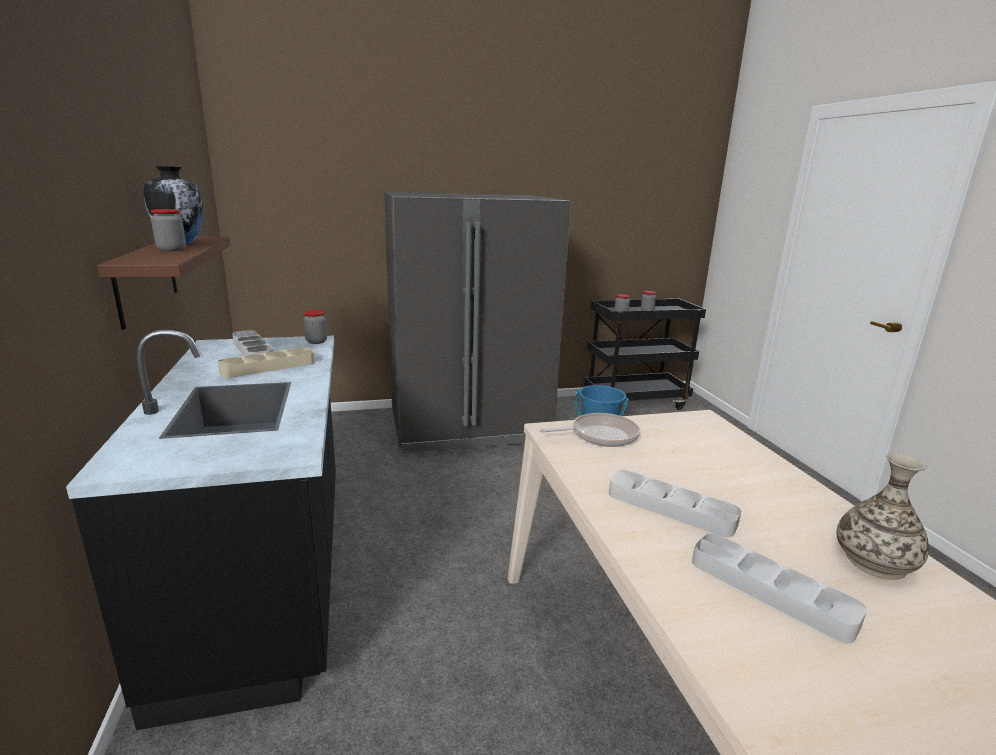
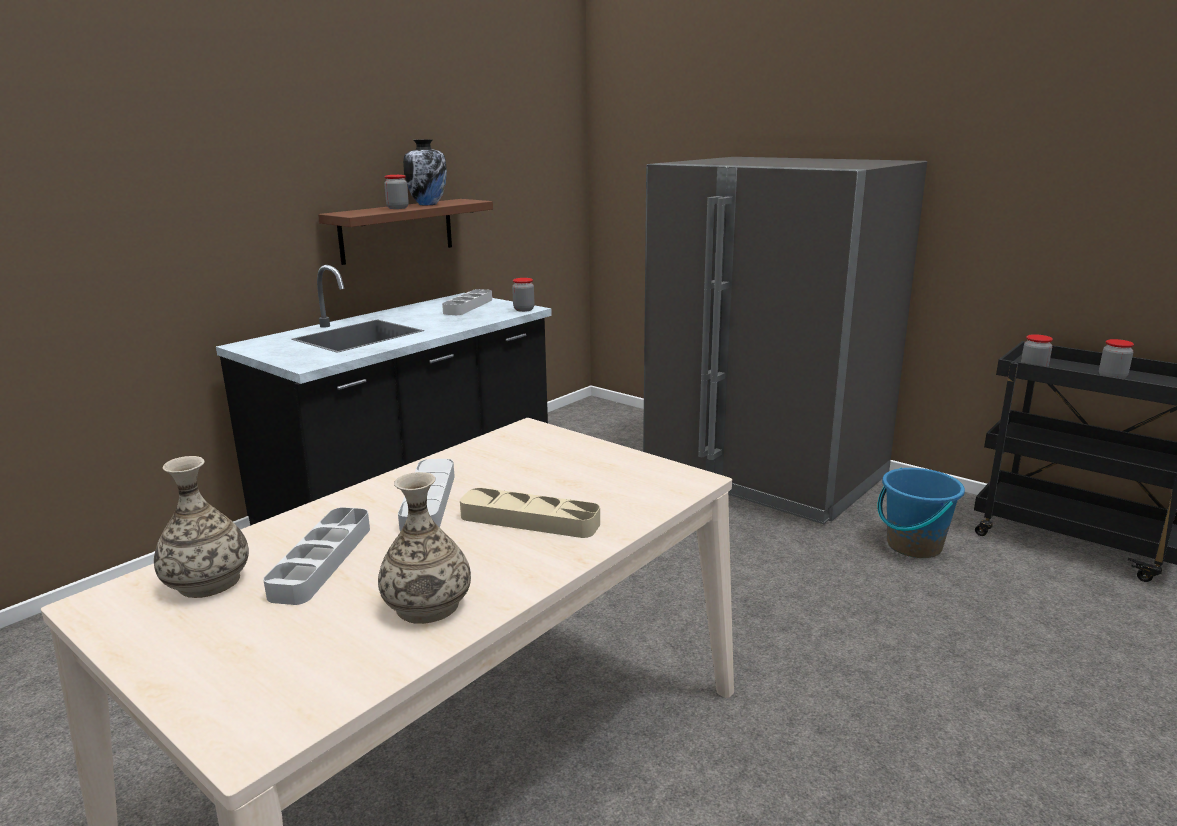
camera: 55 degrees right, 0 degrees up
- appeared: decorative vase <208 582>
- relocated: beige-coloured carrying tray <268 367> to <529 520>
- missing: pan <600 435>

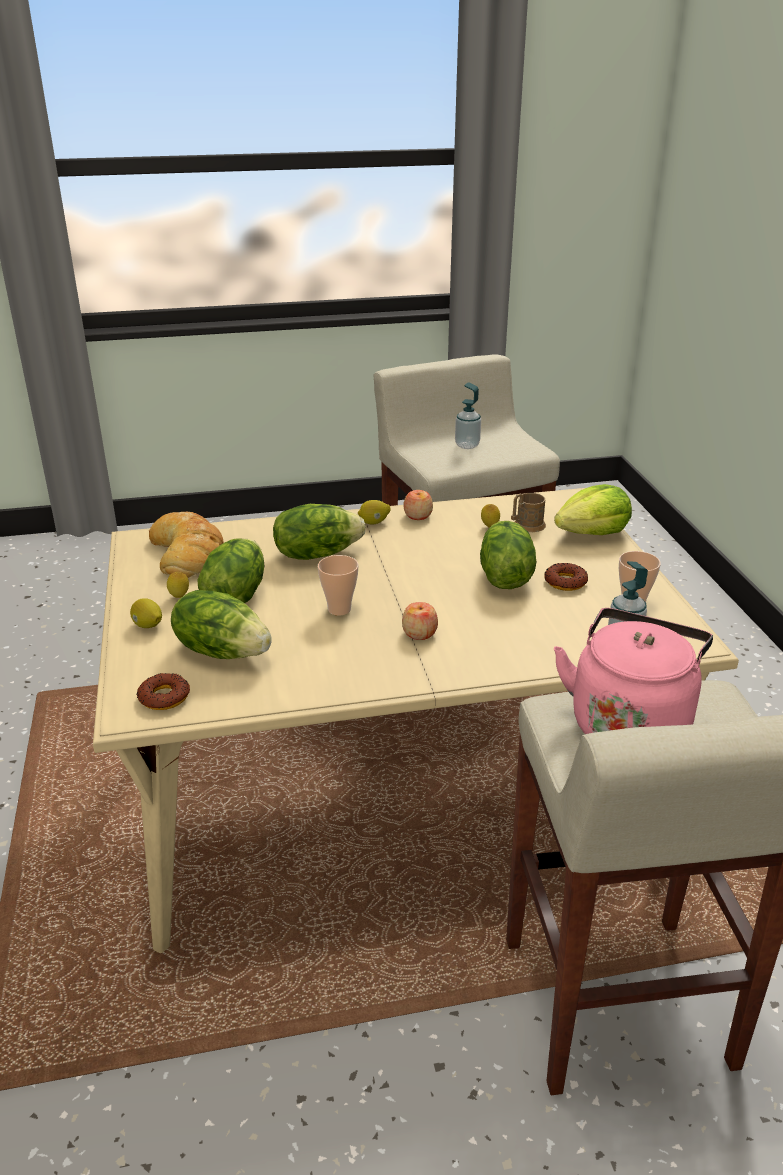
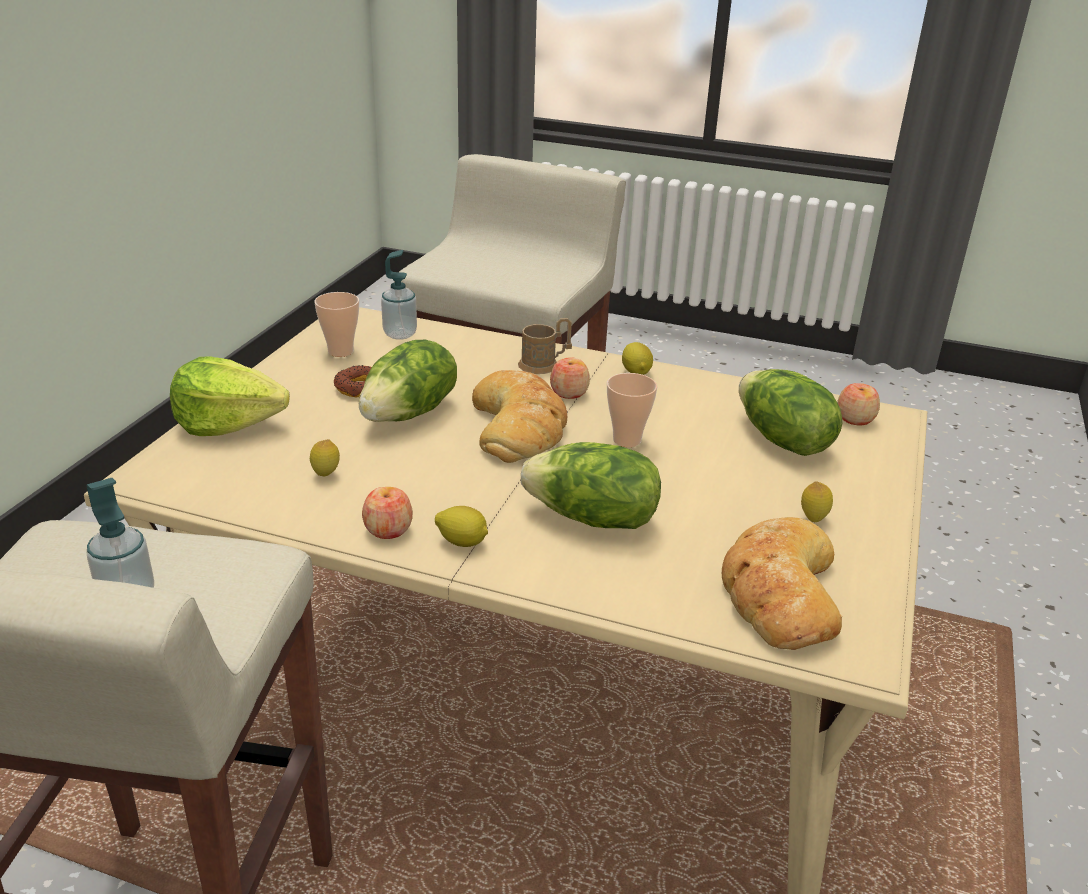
camera: 150 degrees left, 0 degrees up
- appeared: bread <519 425>
- relocated: brownish coffee mug <526 526> to <544 364>
- relocated: lemon <148 626> to <636 372>
- exchanged: doughnut <164 697> to apple fruit <855 419>
- missing: head of lettuce <235 596>
- missing: pink water kettle <629 722>

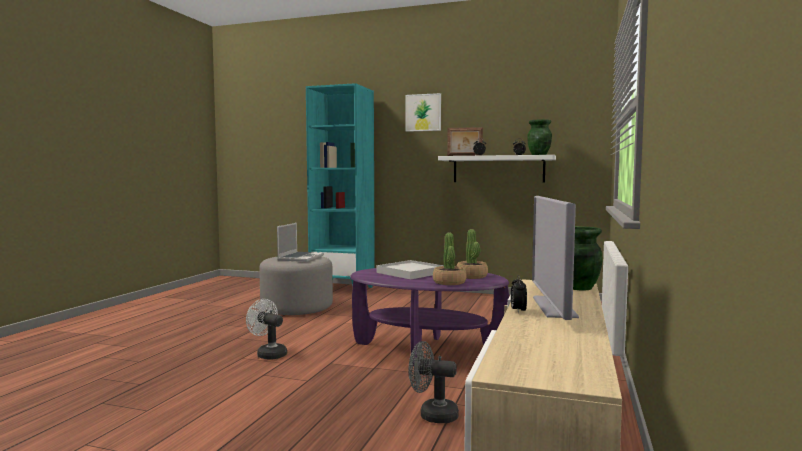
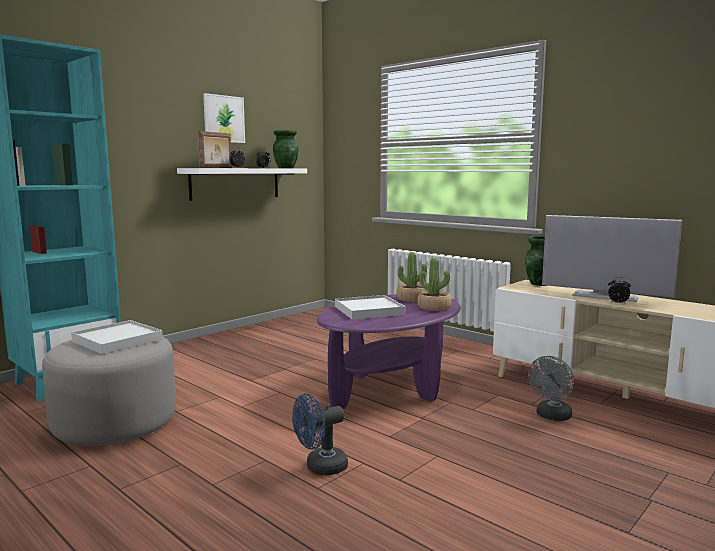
camera: 65 degrees left, 5 degrees up
- exchanged: notebook computer <300 258> to whitish carrying tray <117 340>
- relocated: wall art <423 112> to <224 119>
- colour: whitish cooling fan <268 354> to blue-coloured cooling fan <320 468>

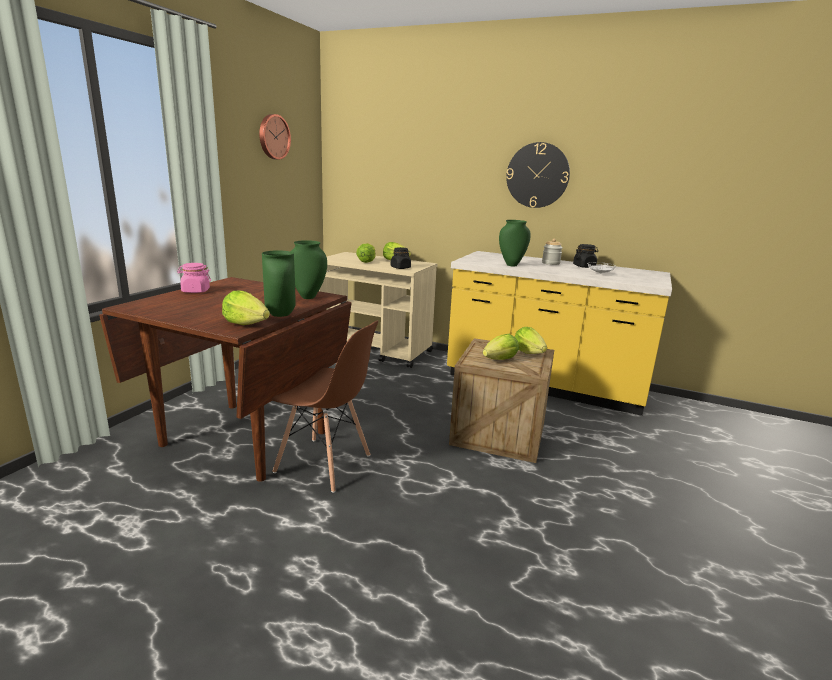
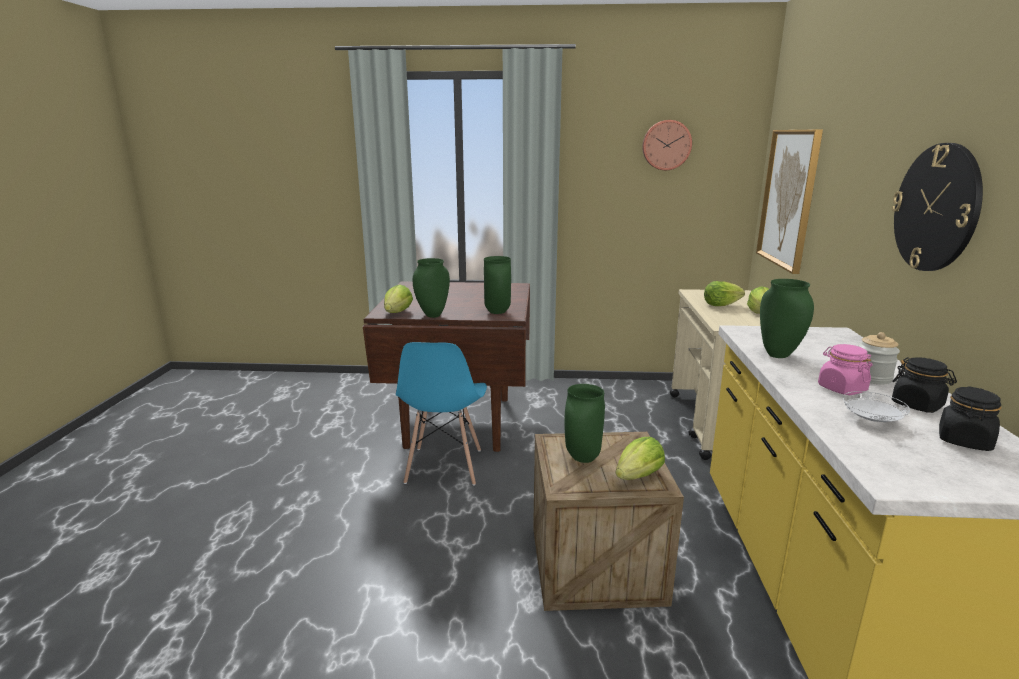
camera: 70 degrees right, 0 degrees up
- colour: brownish plain chair <323 464> to blue-coloured plain chair <443 466>
- exchanged: head of lettuce <500 360> to green-coloured decorative vase <583 458>
- appeared: wall art <788 198>
- relocated: pink storage jar <195 291> to <841 389>
- relocated: black storage jar <400 268> to <964 441>

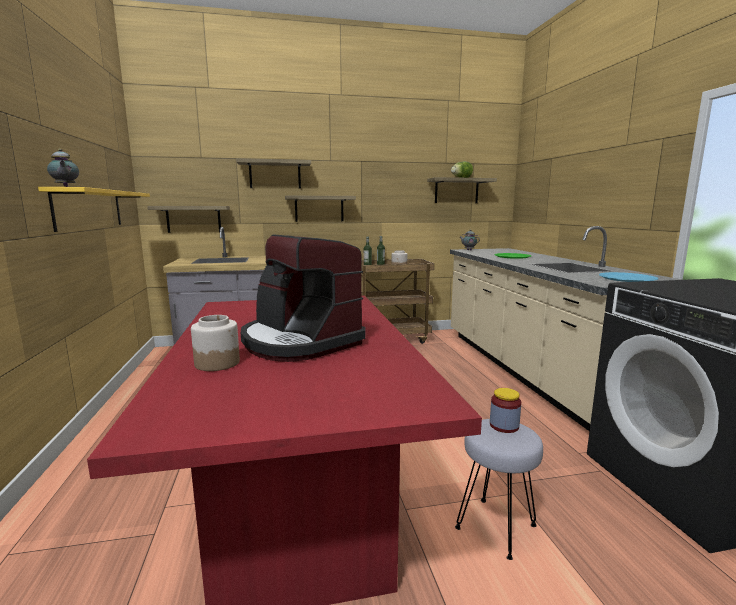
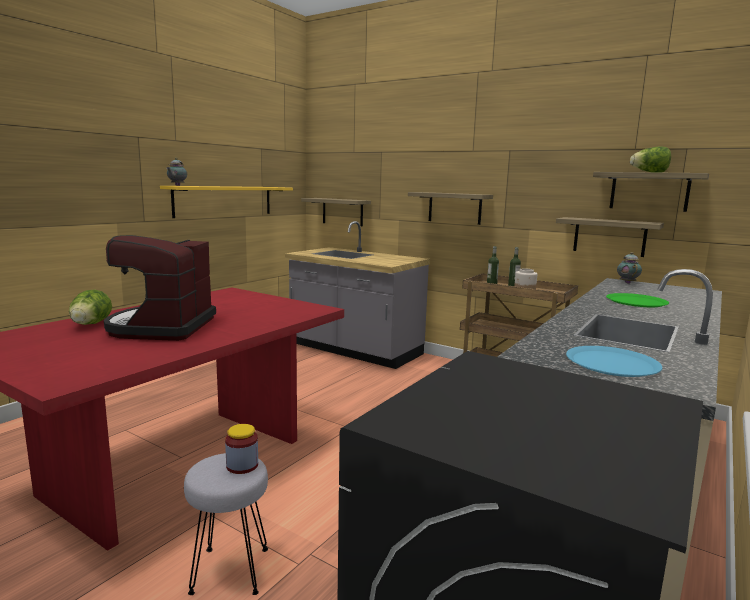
camera: 45 degrees right, 0 degrees up
- exchanged: storage jar <217 363> to head of lettuce <90 325>
- relocated: bracket shelf <275 175> to <609 236>

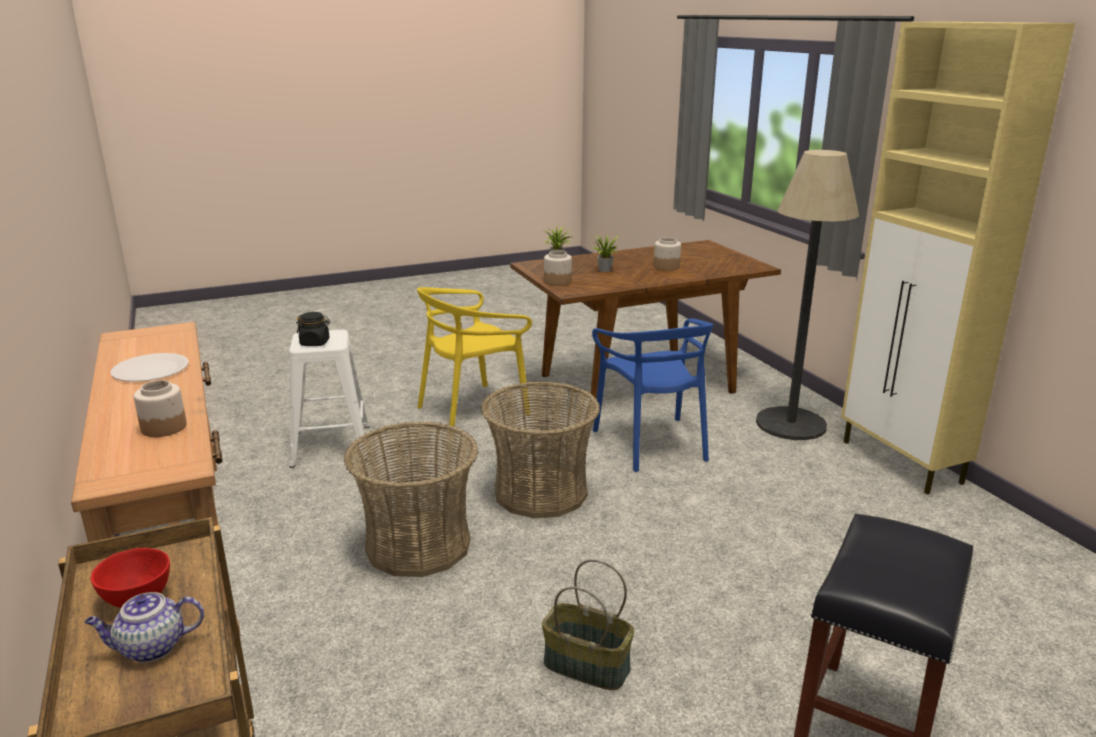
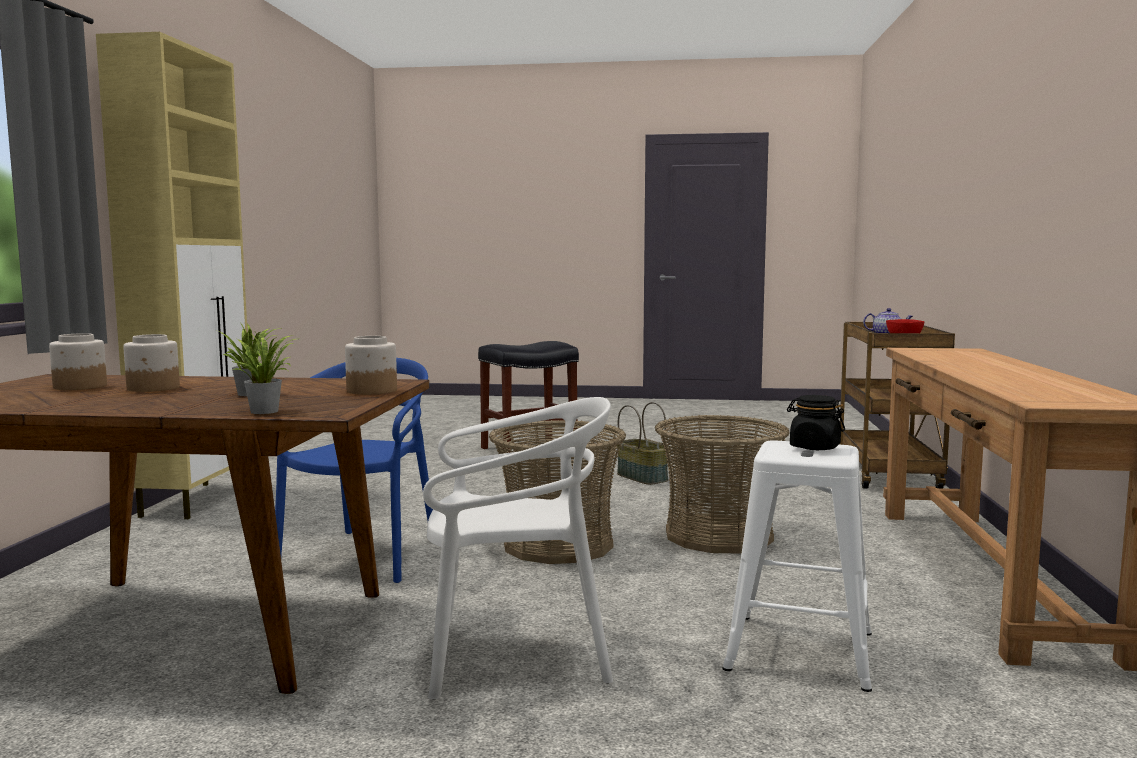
camera: 150 degrees left, 15 degrees down
- relocated: storage jar <164 427> to <79 386>
- colour: yellow-coloured plain chair <473 409> to whitish plain chair <516 654>
- missing: whitish dinner plate <150 370>
- missing: standing lamp <791 424>

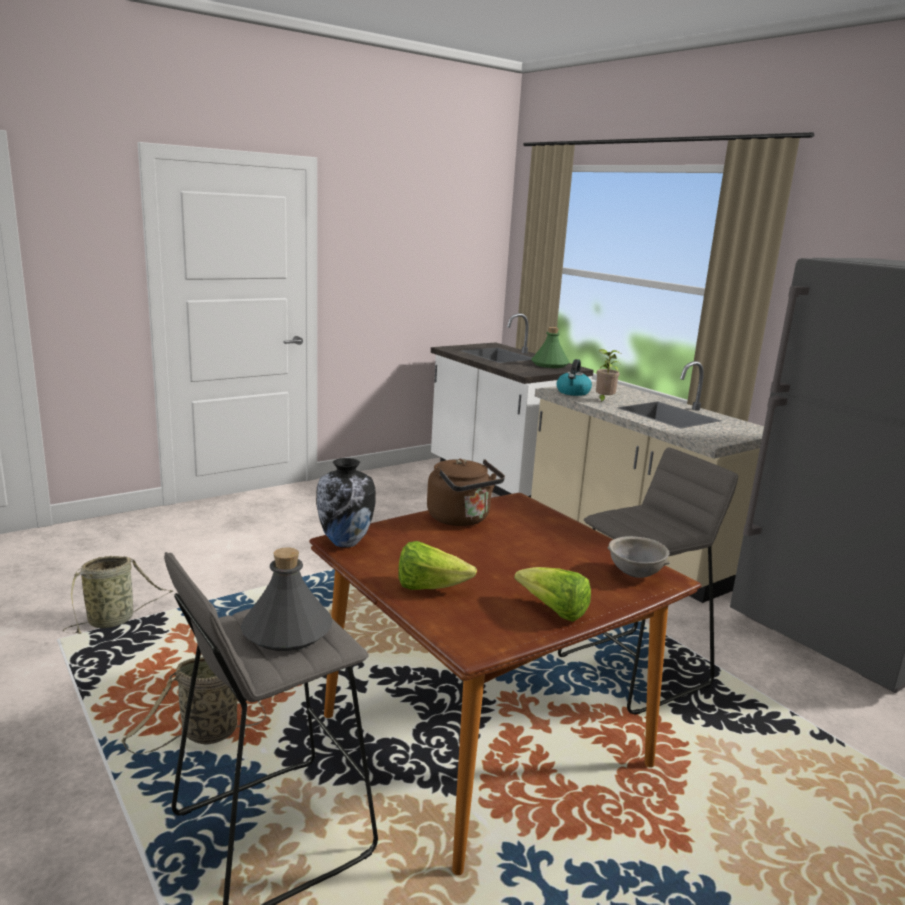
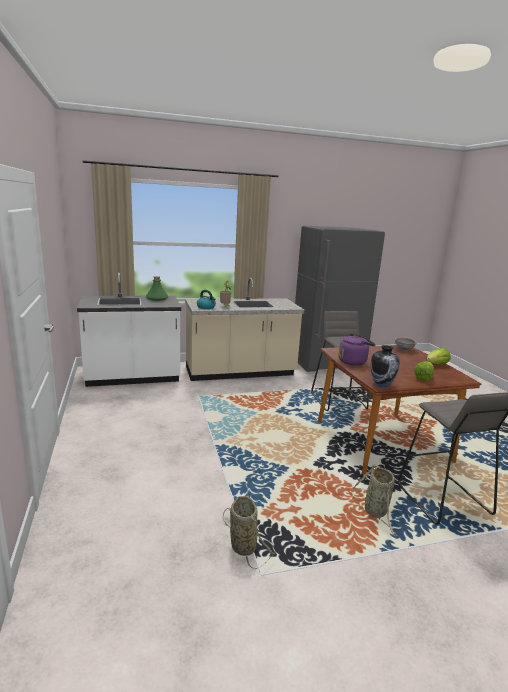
camera: 70 degrees left, 0 degrees up
- colour: brownish water kettle <461 519> to purple-coloured water kettle <354 362>
- missing: gray bottle <286 631>

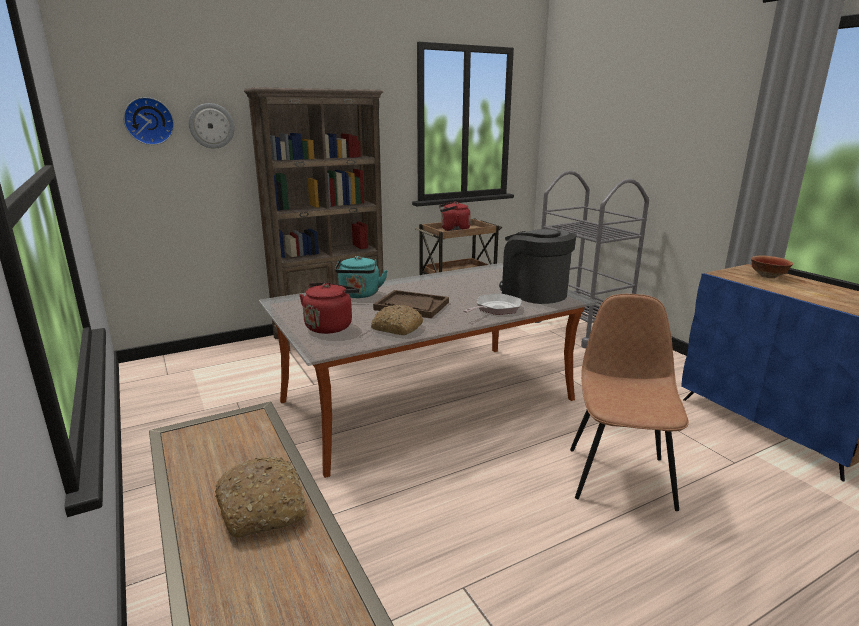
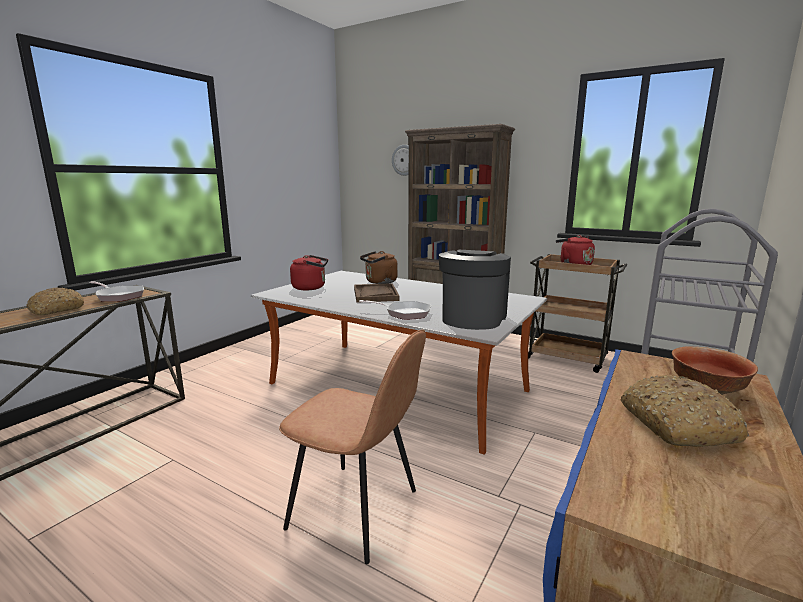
camera: 60 degrees right, 5 degrees down
- appeared: pan <119 296>
- spun: brownish plain chair <620 476> = <356 510> 45 degrees clockwise
- colour: blue-green water kettle <359 295> to brownish water kettle <379 282>
- relocated: bread <396 328> to <675 424>
- missing: clock on the wall <149 121>

